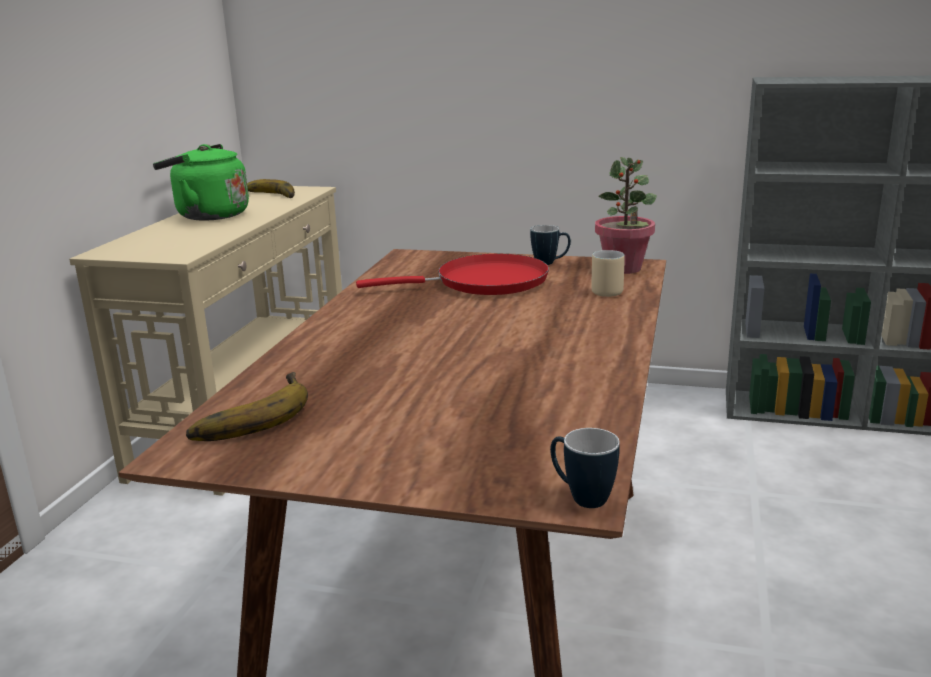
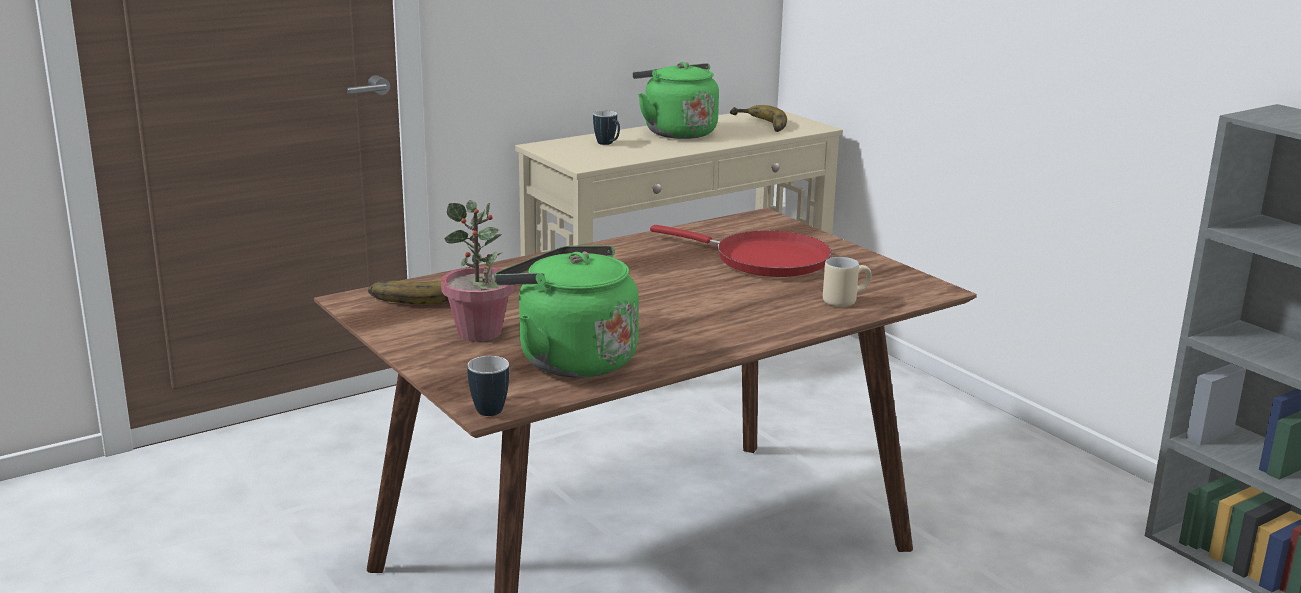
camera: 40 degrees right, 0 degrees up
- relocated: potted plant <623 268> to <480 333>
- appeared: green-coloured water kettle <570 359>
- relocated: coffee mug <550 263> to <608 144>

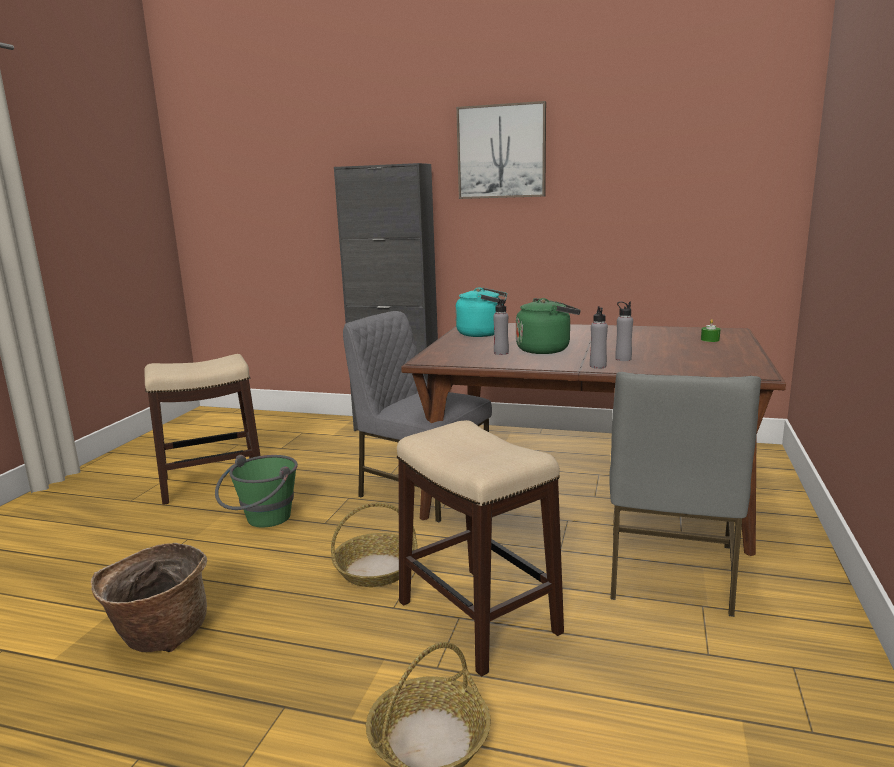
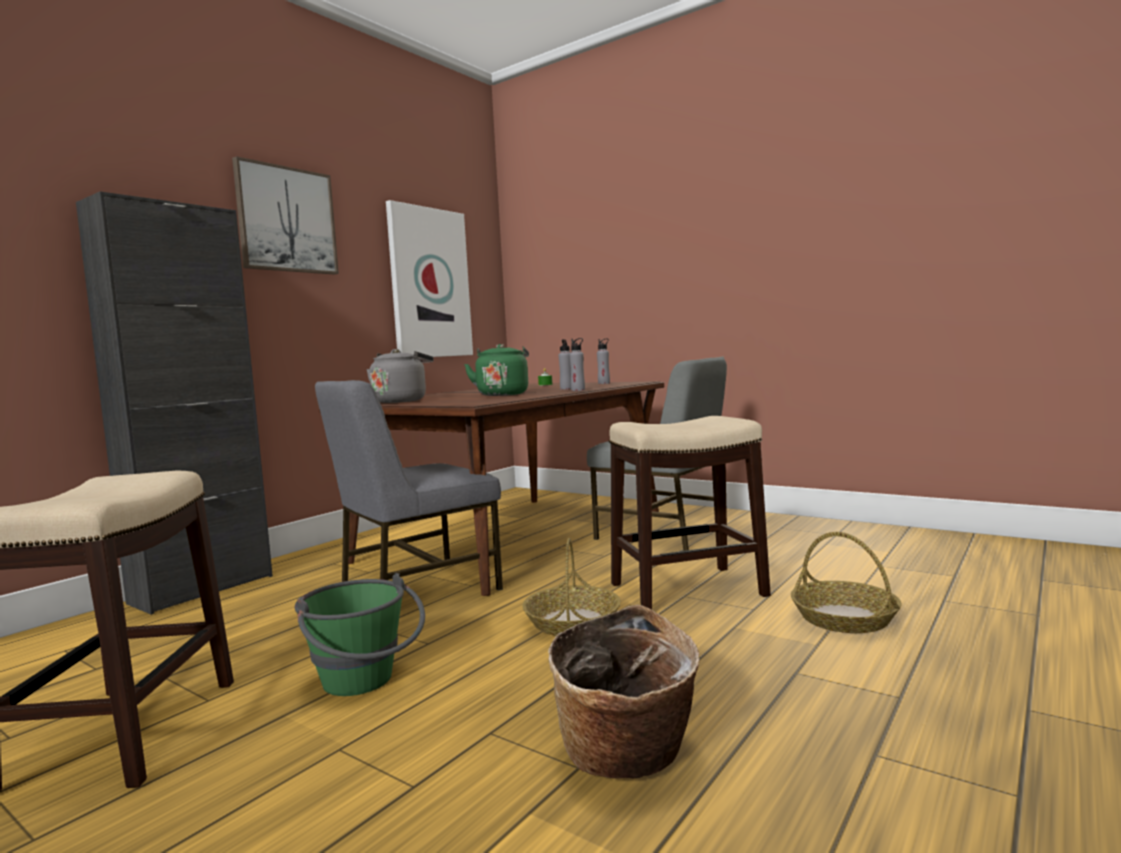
camera: 70 degrees left, 10 degrees down
- colour: blue-green water kettle <483 333> to gray water kettle <401 401>
- appeared: wall art <429 283>
- relocated: gray bottle <501 353> to <604 383>

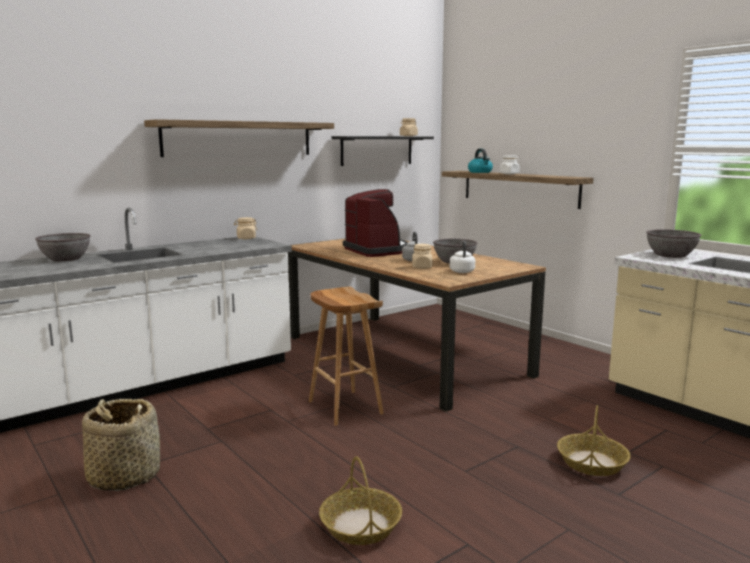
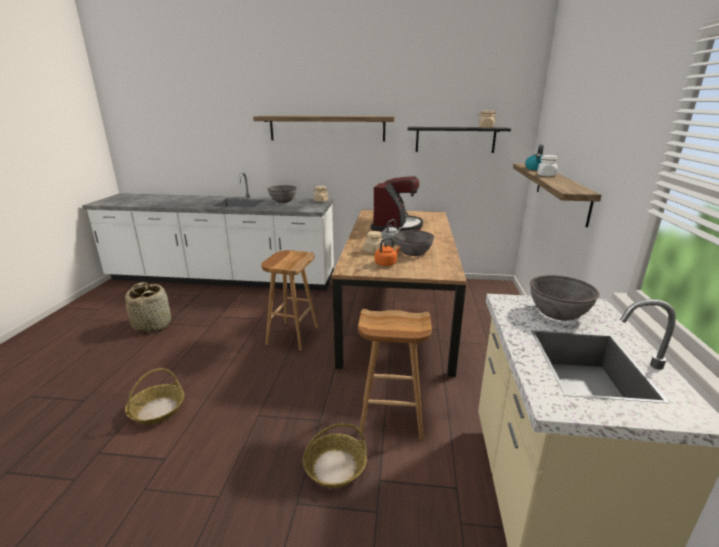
camera: 45 degrees right, 10 degrees up
- relocated: gray deep dish <66 258> to <283 201>
- appeared: brownish stool <390 419>
- colour: whitish water kettle <462 271> to orange water kettle <386 263>

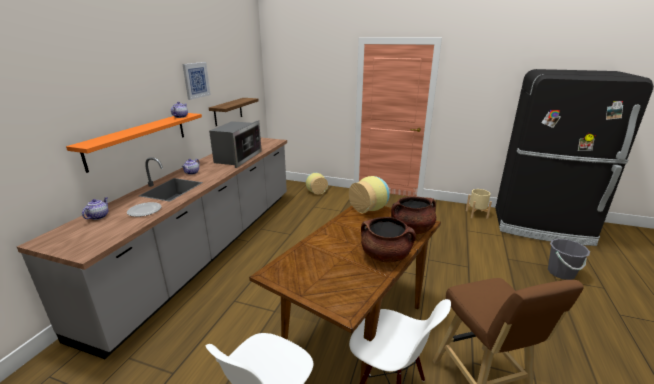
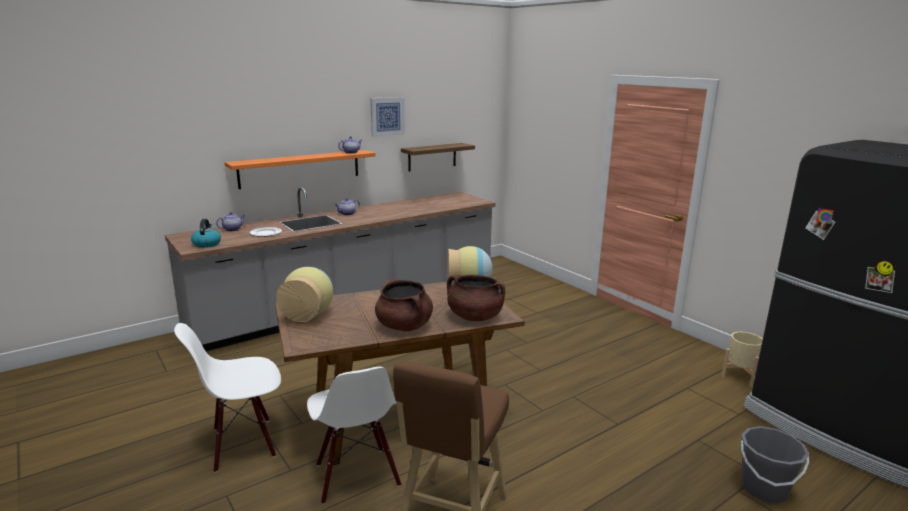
camera: 35 degrees right, 5 degrees down
- appeared: water kettle <206 244>
- relocated: decorative vase <316 191> to <309 314>
- missing: microwave oven <237 157>

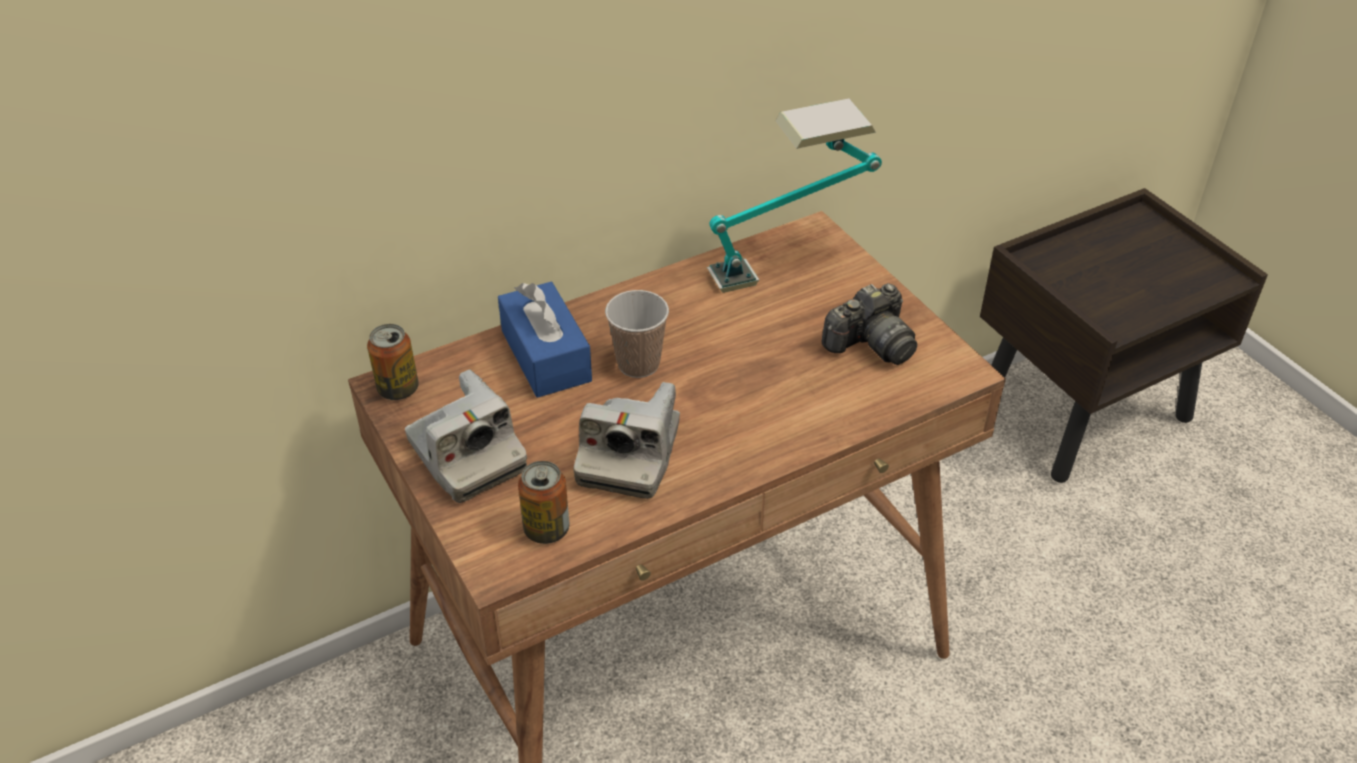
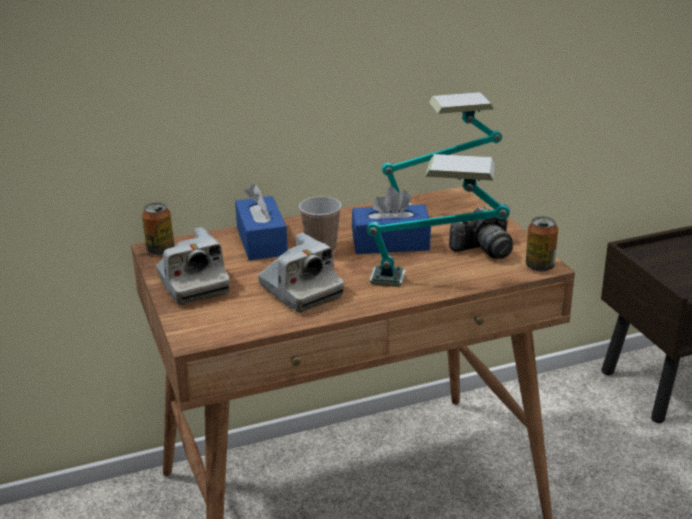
camera: 10 degrees right, 15 degrees down
- spun: photo camera <629 455> = <300 291> 60 degrees counterclockwise
- appeared: blue-coloured tissue box <390 243>
- appeared: tabletop lamp <435 282>
- relocated: sealed can <546 529> to <539 266>

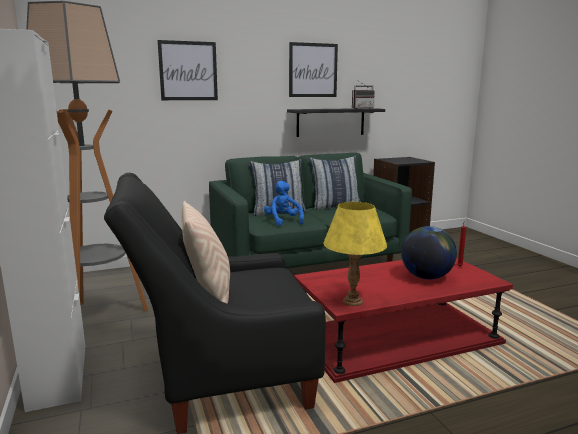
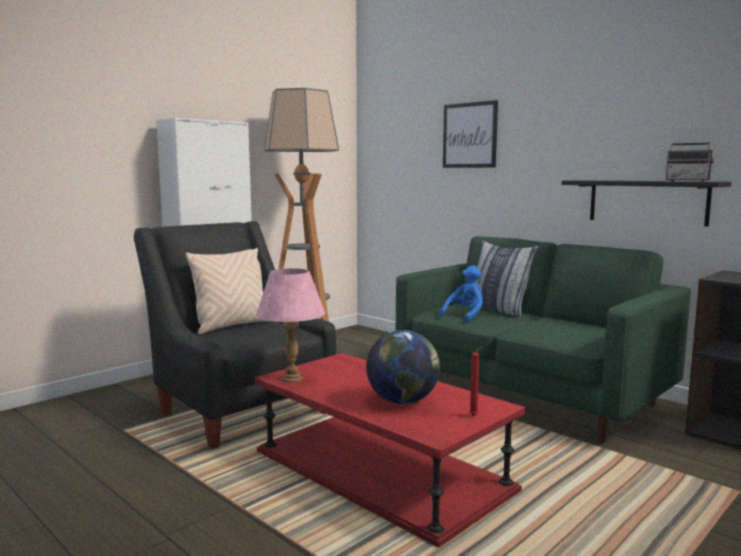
camera: 65 degrees right, 5 degrees down
- colour: yellow-coloured tabletop lamp <352 301> to pink tabletop lamp <292 378>
- missing: wall art <313 70>
- missing: cushion <335 206>

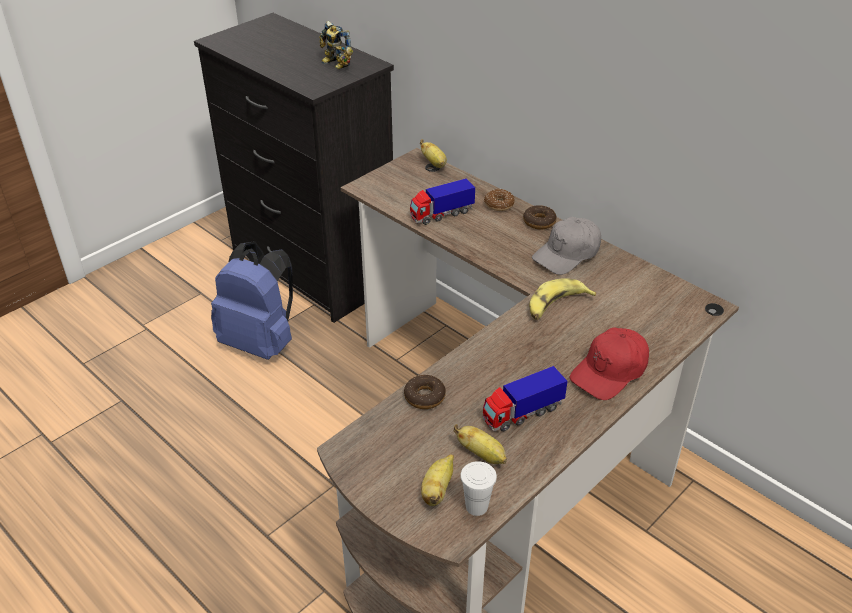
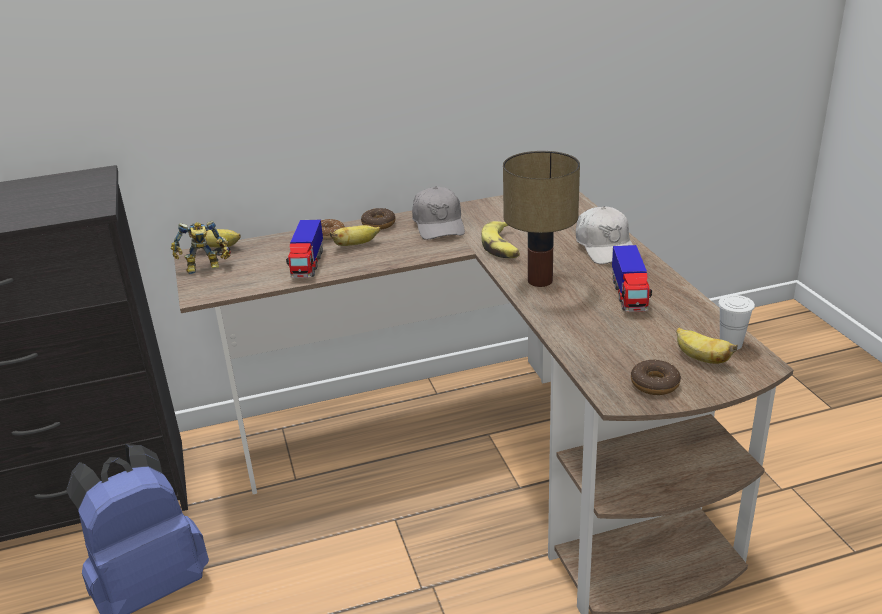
camera: 60 degrees left, 10 degrees down
- relocated: toy robot <334 65> to <204 268>
- relocated: banana <482 454> to <356 245>
- appeared: tabletop lamp <541 281>
- colour: red-coloured cap <610 372> to whitish cap <605 247>
- relocated: doughnut <424 397> to <654 384>

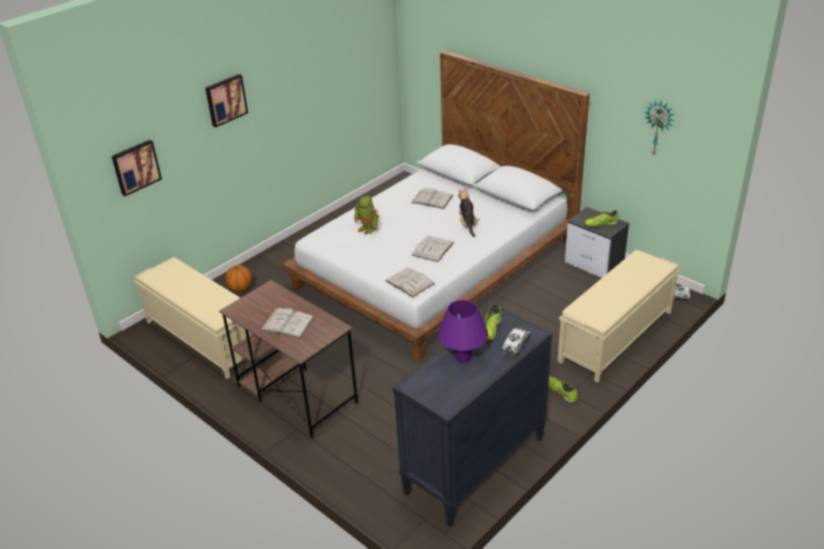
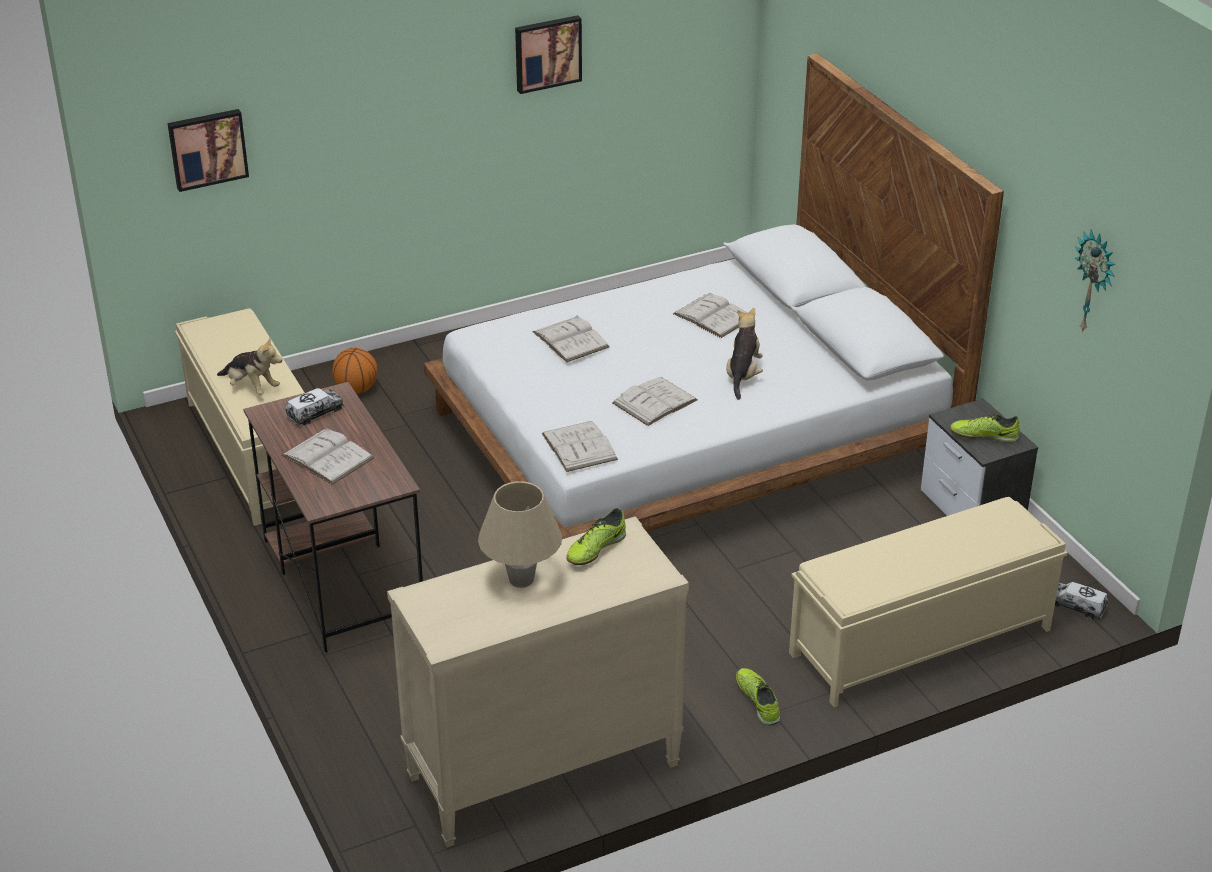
camera: 20 degrees right, 0 degrees up
- appeared: plush toy <251 387>
- relocated: model truck <516 346> to <315 413>
- colour: black drawer chest <474 466> to beige-coloured drawer chest <542 772>
- colour: purple-coloured tabletop lamp <463 358> to beige-coloured tabletop lamp <521 579>
- relocated: wall art <225 100> to <547 53>
- exchanged: toy robot <367 228> to whitish volume <570 339>

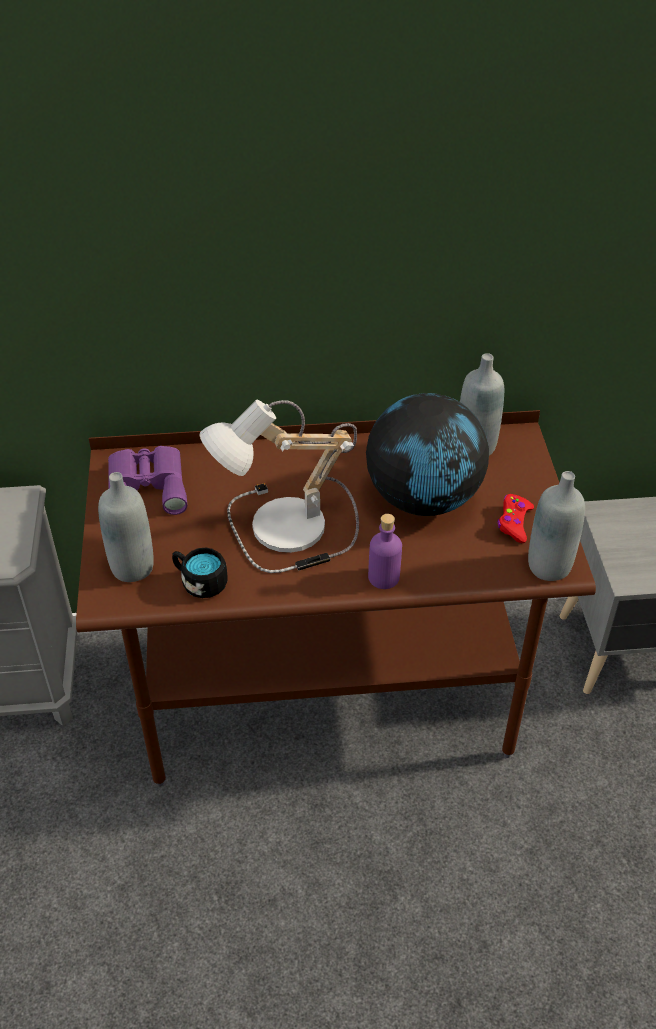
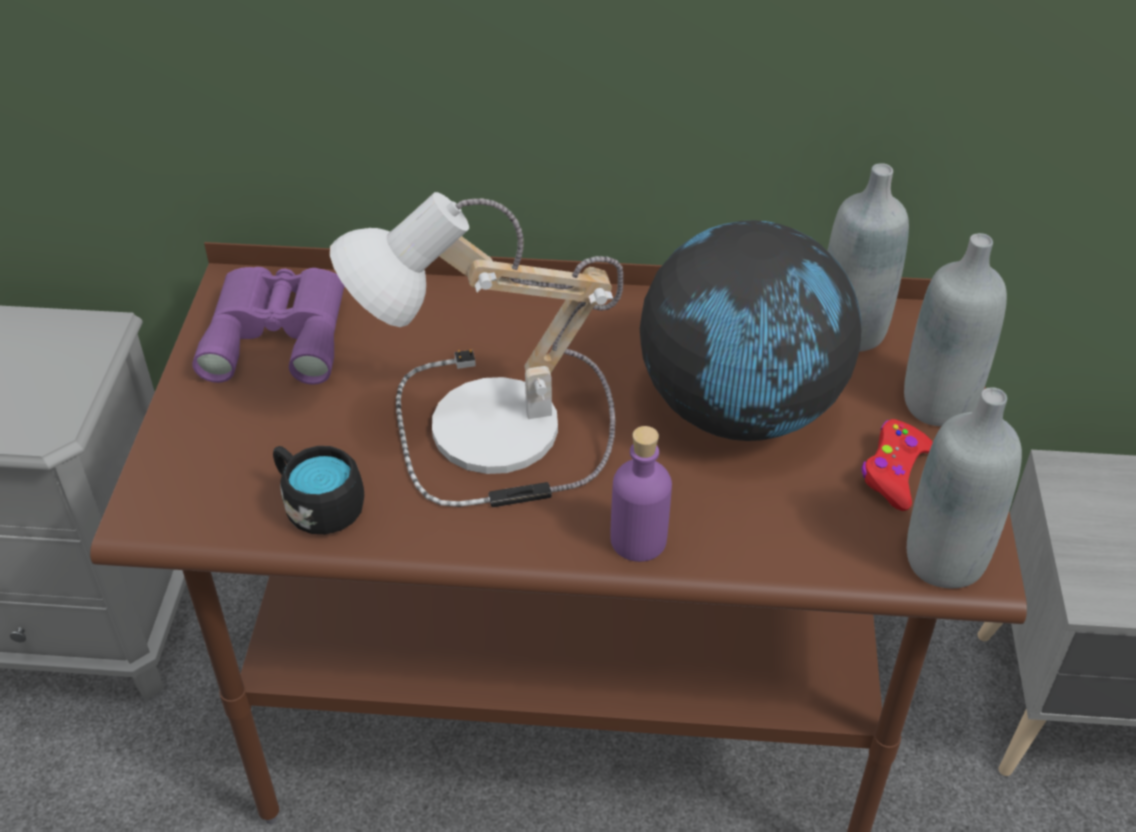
camera: 10 degrees right, 0 degrees up
- relocated: gray bottle <132 567> to <938 404>

